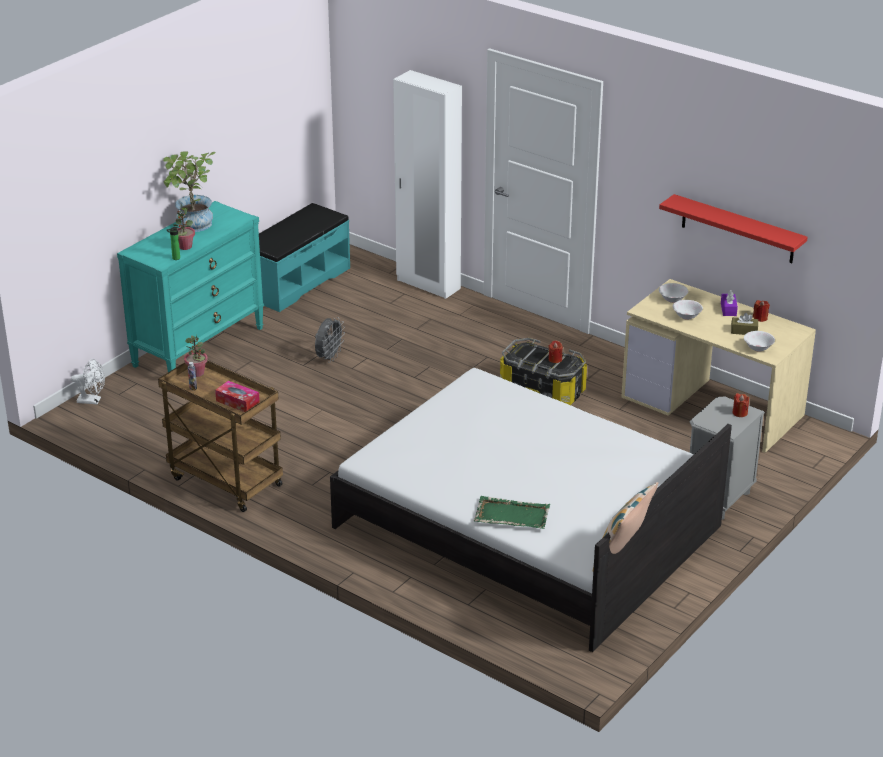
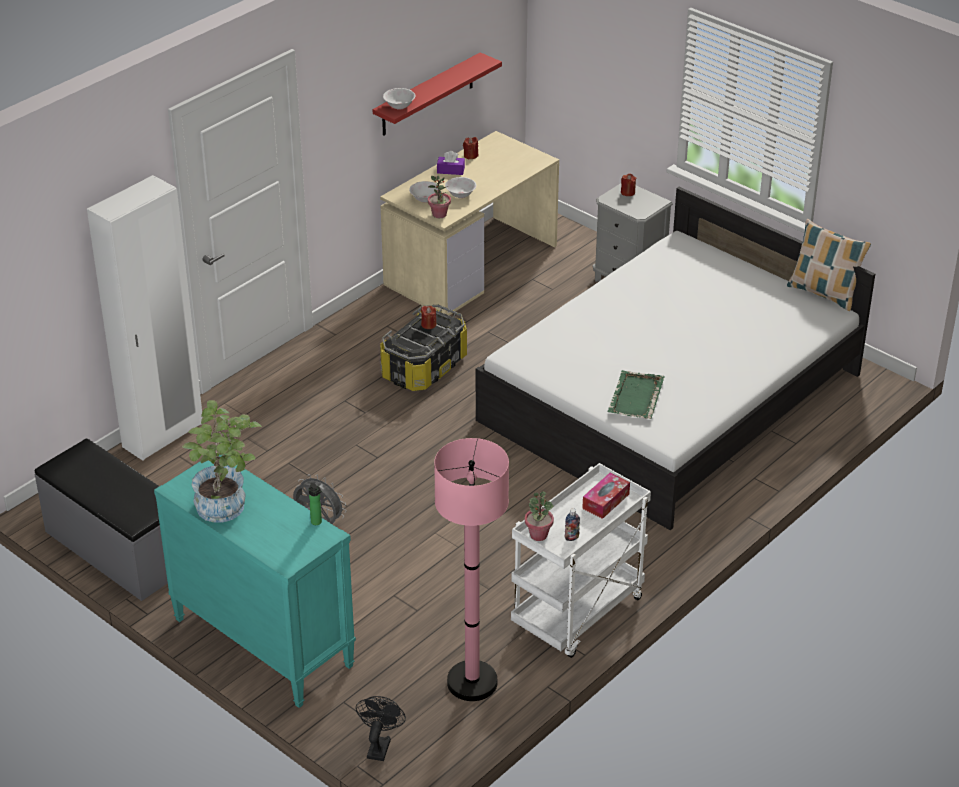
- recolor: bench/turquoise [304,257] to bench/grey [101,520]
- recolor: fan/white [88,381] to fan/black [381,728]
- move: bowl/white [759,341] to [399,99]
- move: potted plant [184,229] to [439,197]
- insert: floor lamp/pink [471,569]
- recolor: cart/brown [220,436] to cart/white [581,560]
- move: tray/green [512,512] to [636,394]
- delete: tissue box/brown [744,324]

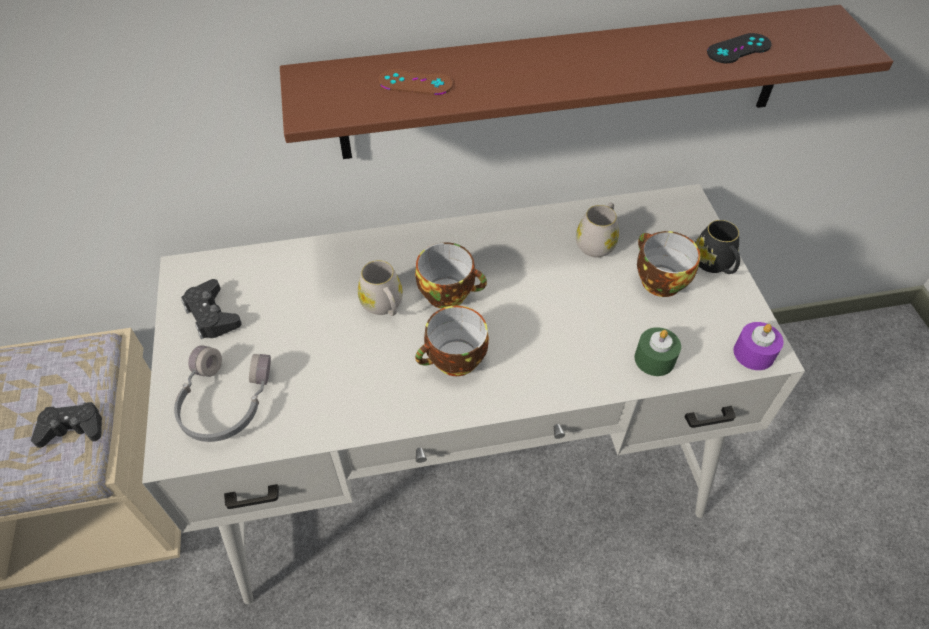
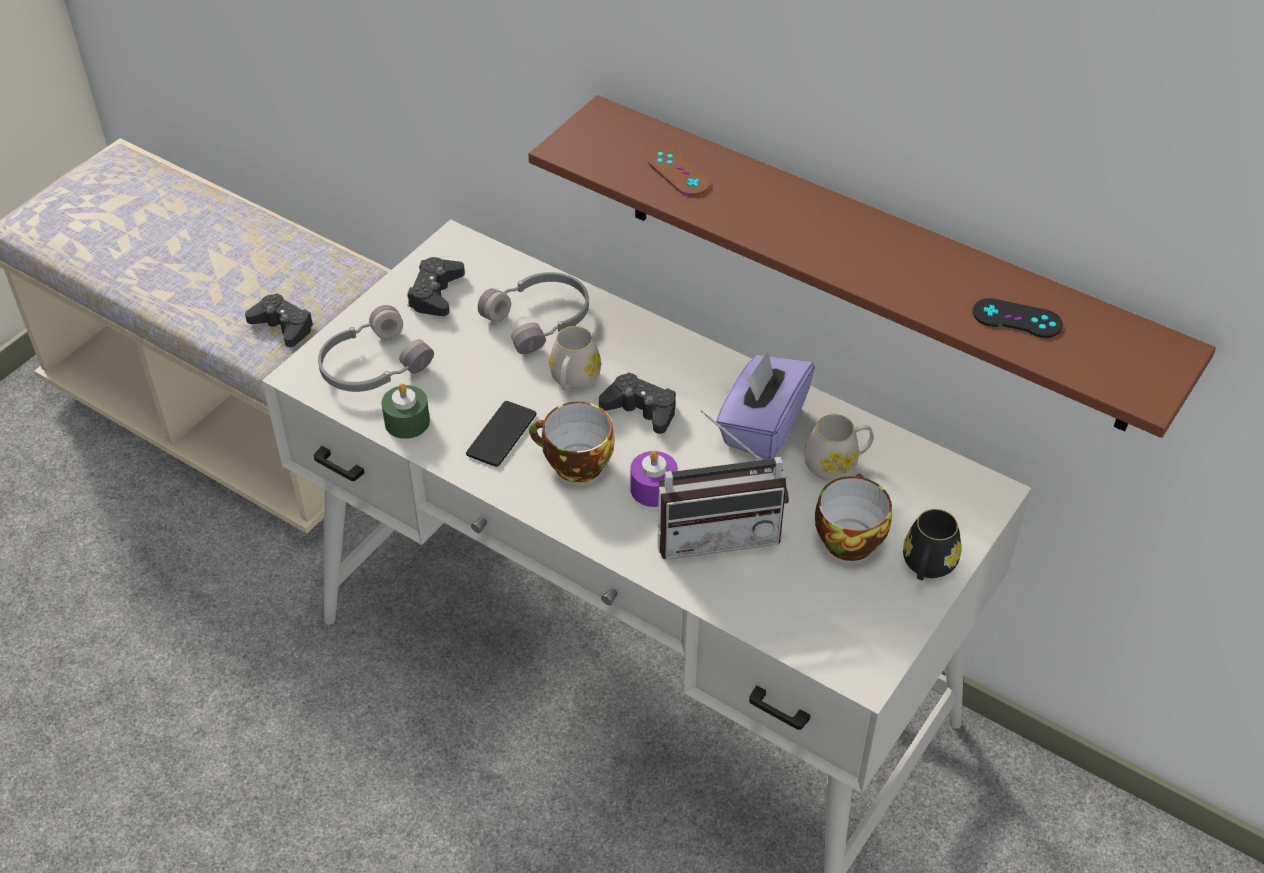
- move: candle/green [657,351] to [405,411]
- insert: phone [501,434]
- insert: headphones/grey [533,313]
- replace: cup [451,275] to game controller/black [637,403]
- move: candle/purple [758,346] to [654,478]
- insert: radio [723,485]
- insert: tissue box/purple [765,405]

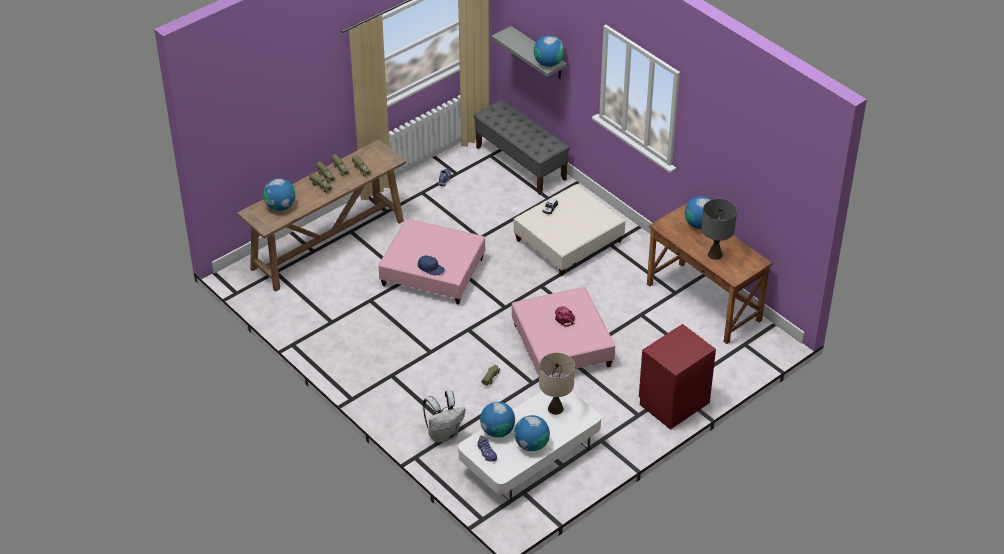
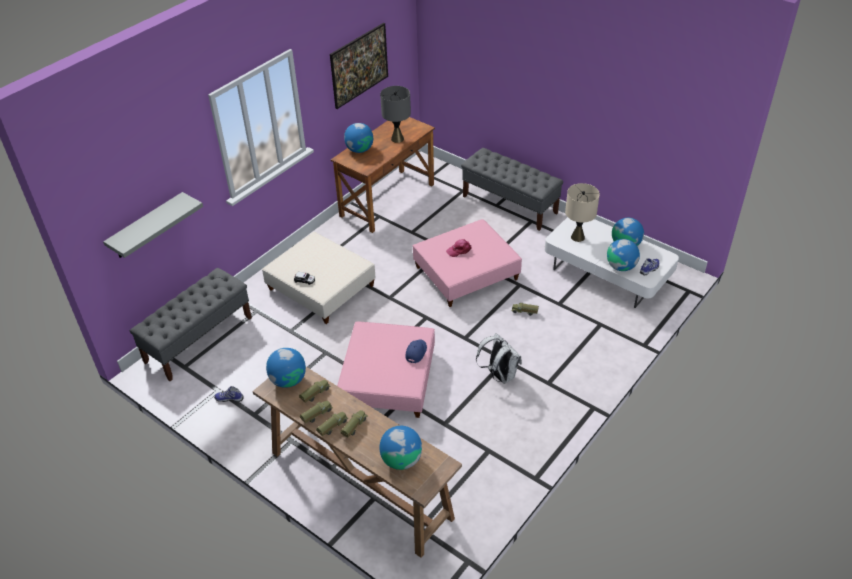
- move: globe [549,51] to [286,368]
- insert: picture [359,66]
- replace: nightstand/red [677,377] to bench/grey [512,189]
- move: backpack/white [444,416] to [499,358]

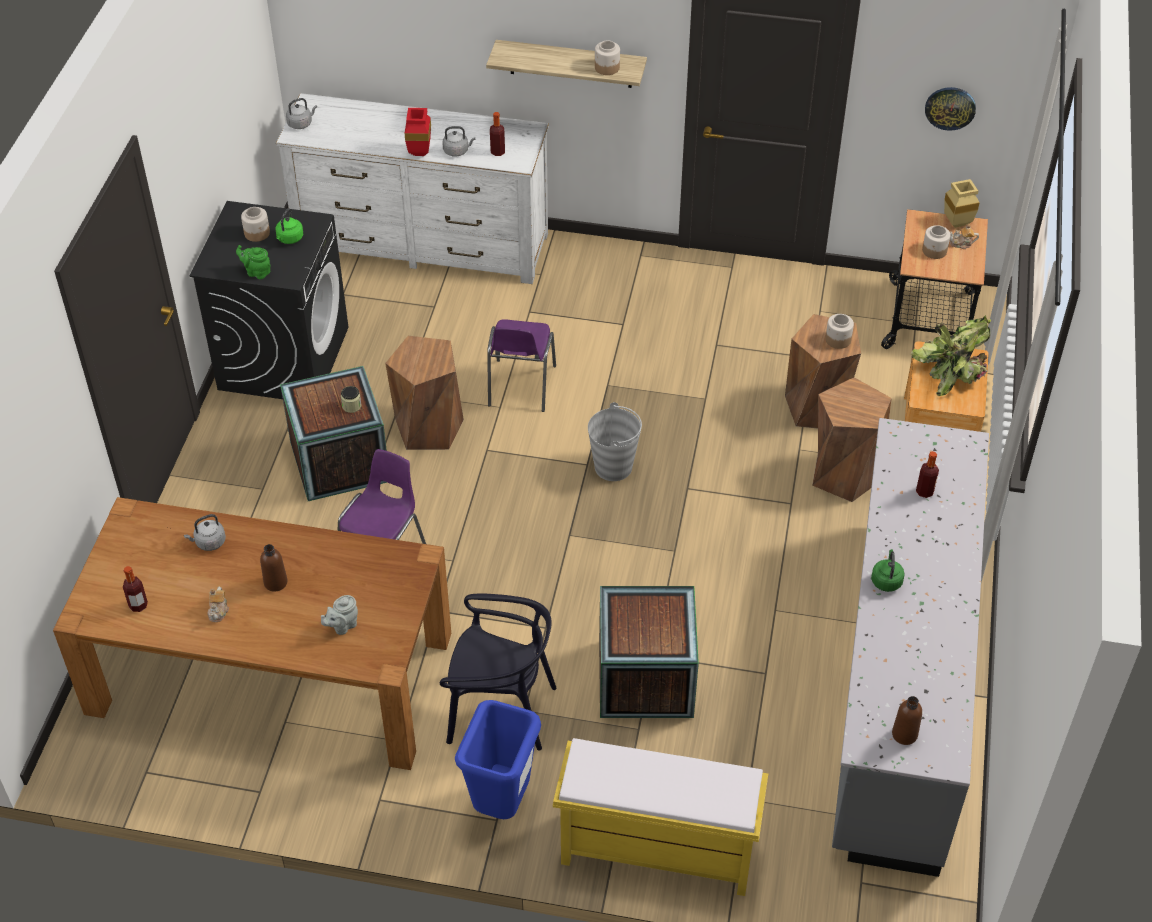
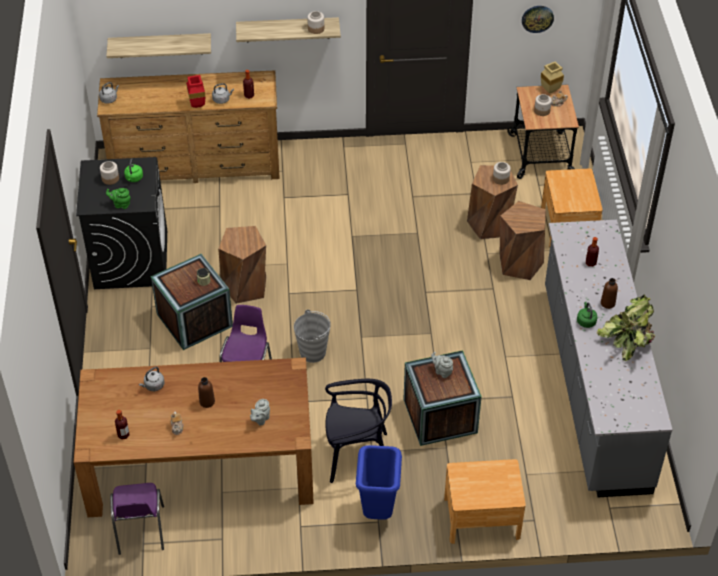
- recolor: dresser/white [412,188] to dresser/brown [188,126]
- insert: shelf [158,45]
- move: chair/purple [521,365] to [137,519]
- move: bucket/grey [615,441] to [312,336]
- insert: teapot/grey [442,365]
- replace: bench/yellow [660,817] to nightstand/brown [485,501]
- move: potted plant [951,355] to [626,327]
- move: bottle/brown [907,720] to [609,293]

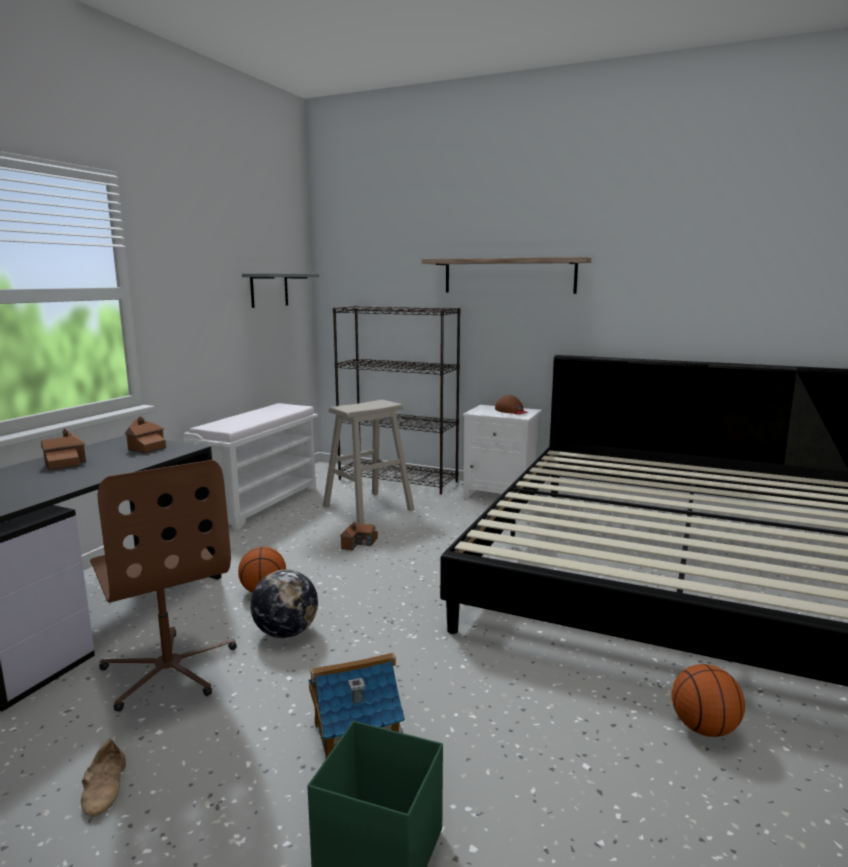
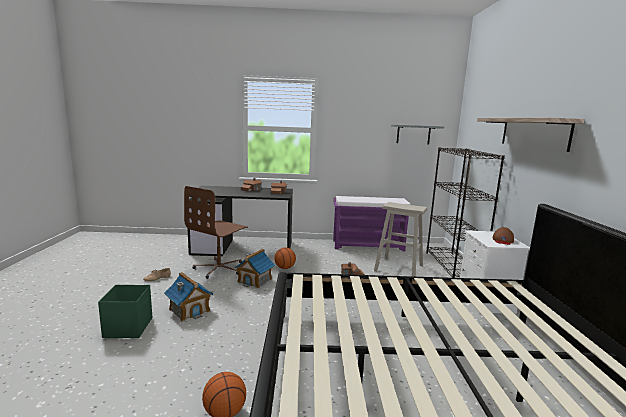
- replace: globe [284,604] to toy house [255,268]
- recolor: bench/white [251,467] to bench/purple [372,223]

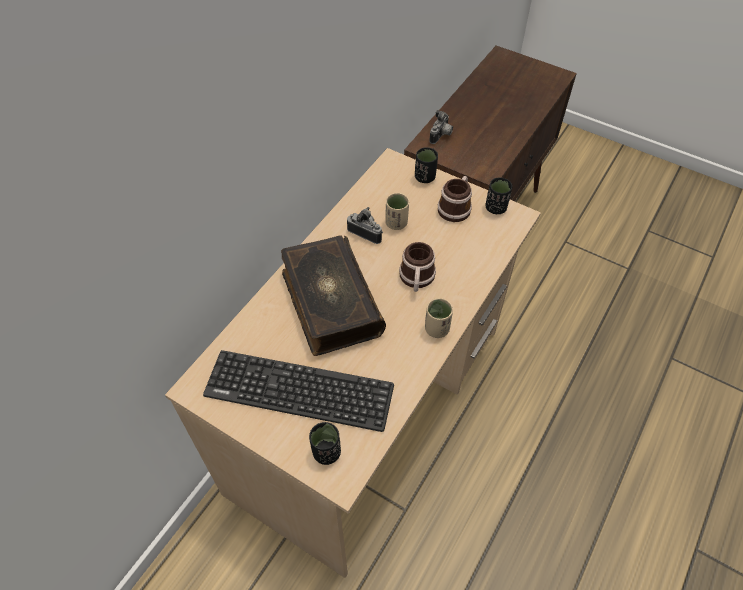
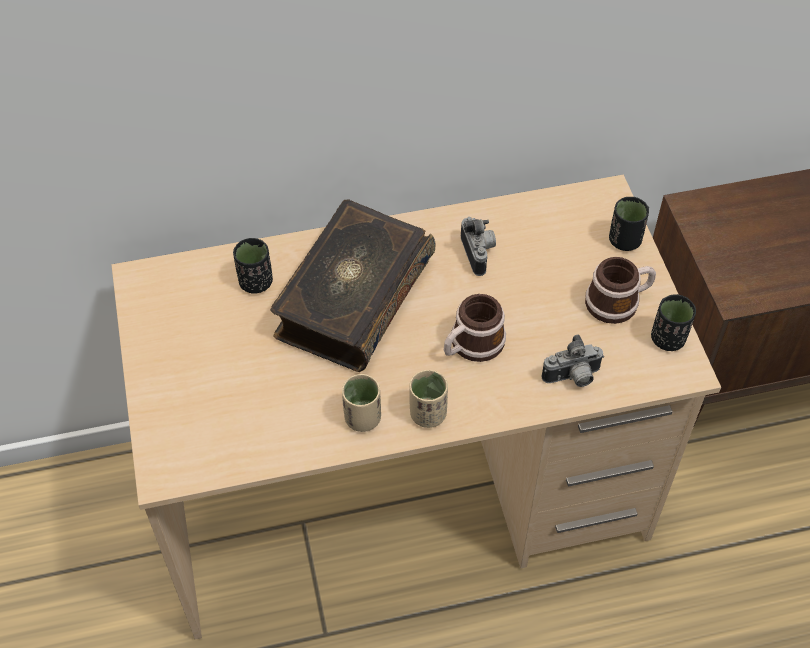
- move: cup/black [325,443] to [253,266]
- move: cup/beige [397,211] to [361,403]
- move: photo camera [441,127] to [572,360]
- delete: keyboard [298,391]

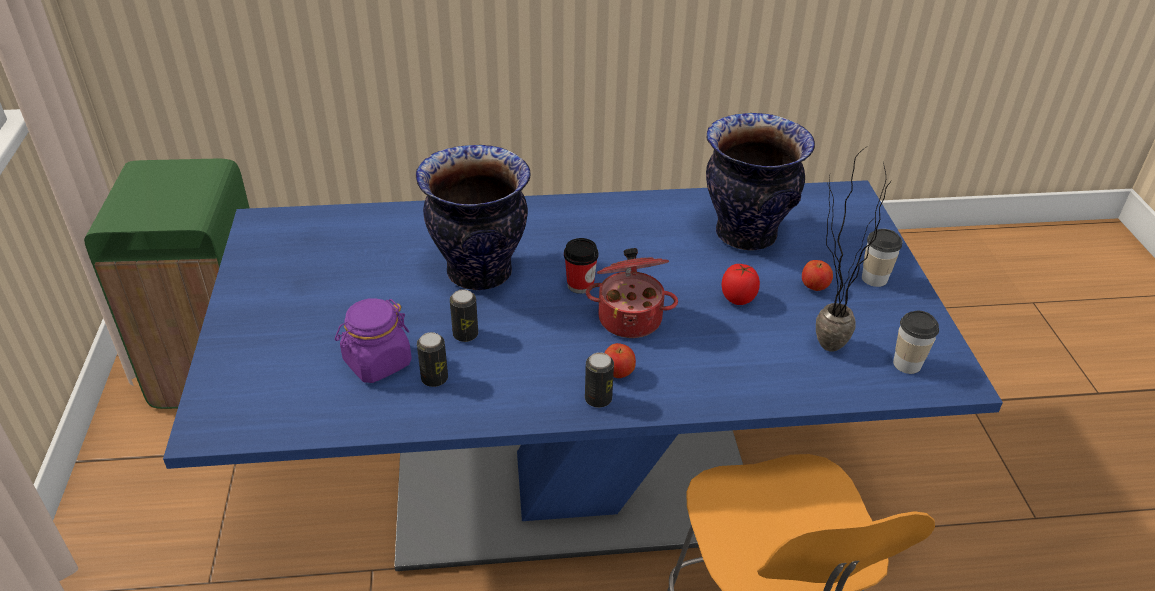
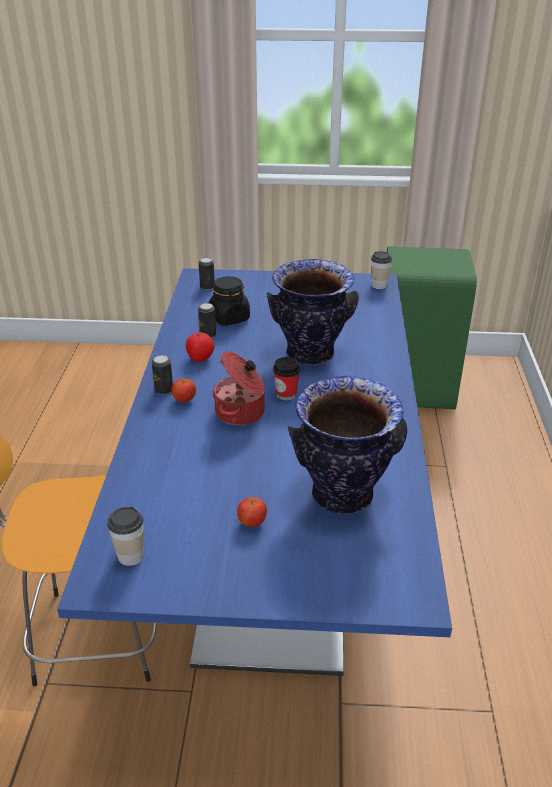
- move: tomato [741,284] to [200,347]
- move: can [464,315] to [206,273]
- recolor: jar/purple [373,340] to jar/black [229,301]
- move: cup [882,258] to [381,270]
- delete: potted plant [853,249]

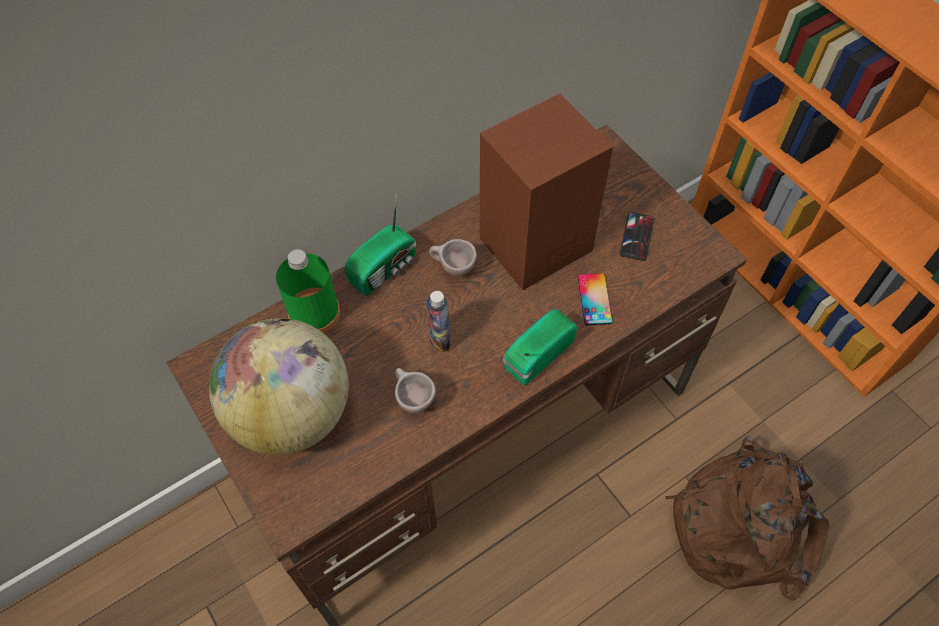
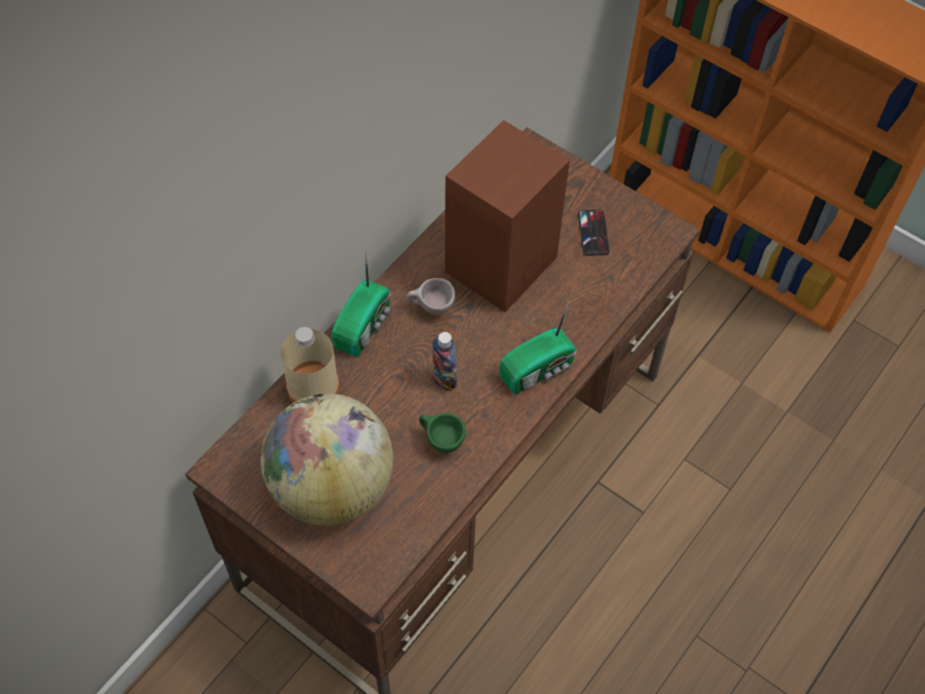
- recolor: bottle/green [308,291] to bottle/beige [310,365]
- recolor: cup/beige [415,390] to cup/green [442,433]
- rotate: radio [540,347] = [538,347] 150 degrees counterclockwise
- delete: phone [595,299]
- delete: backpack/brown [747,518]

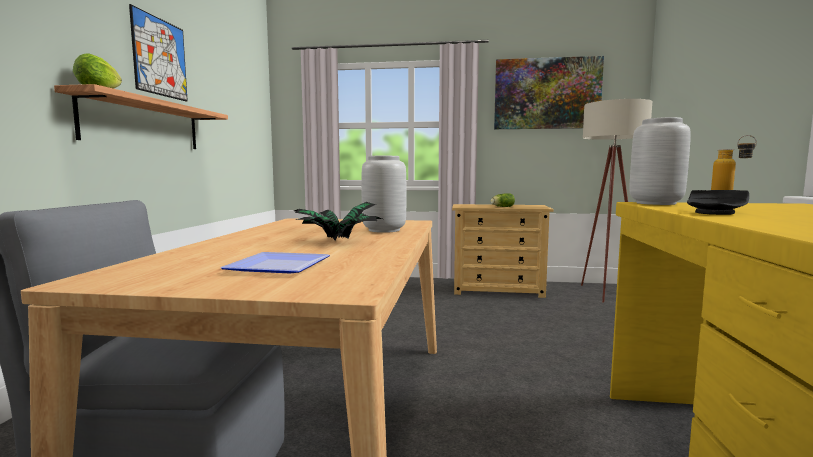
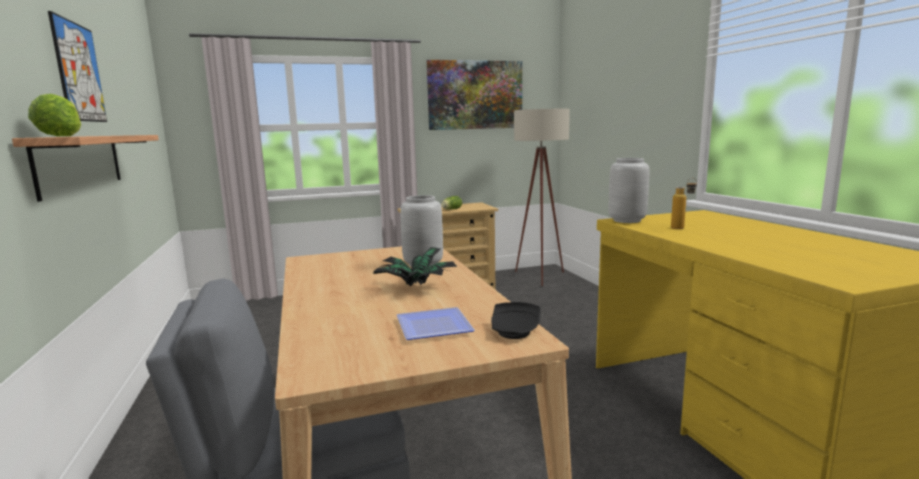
- move: plate/black [718,202] to [516,320]

